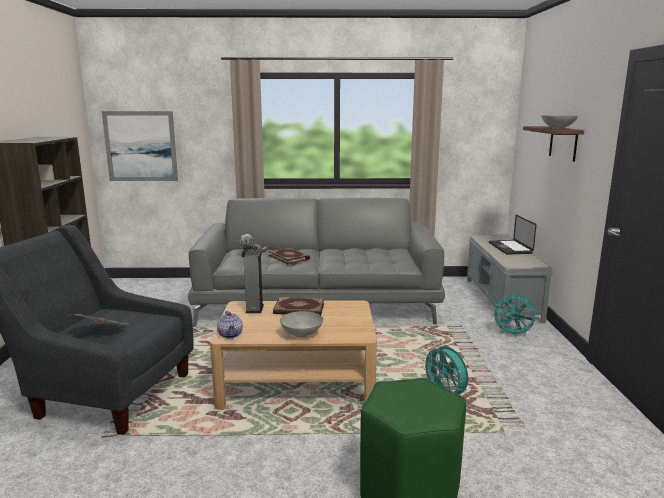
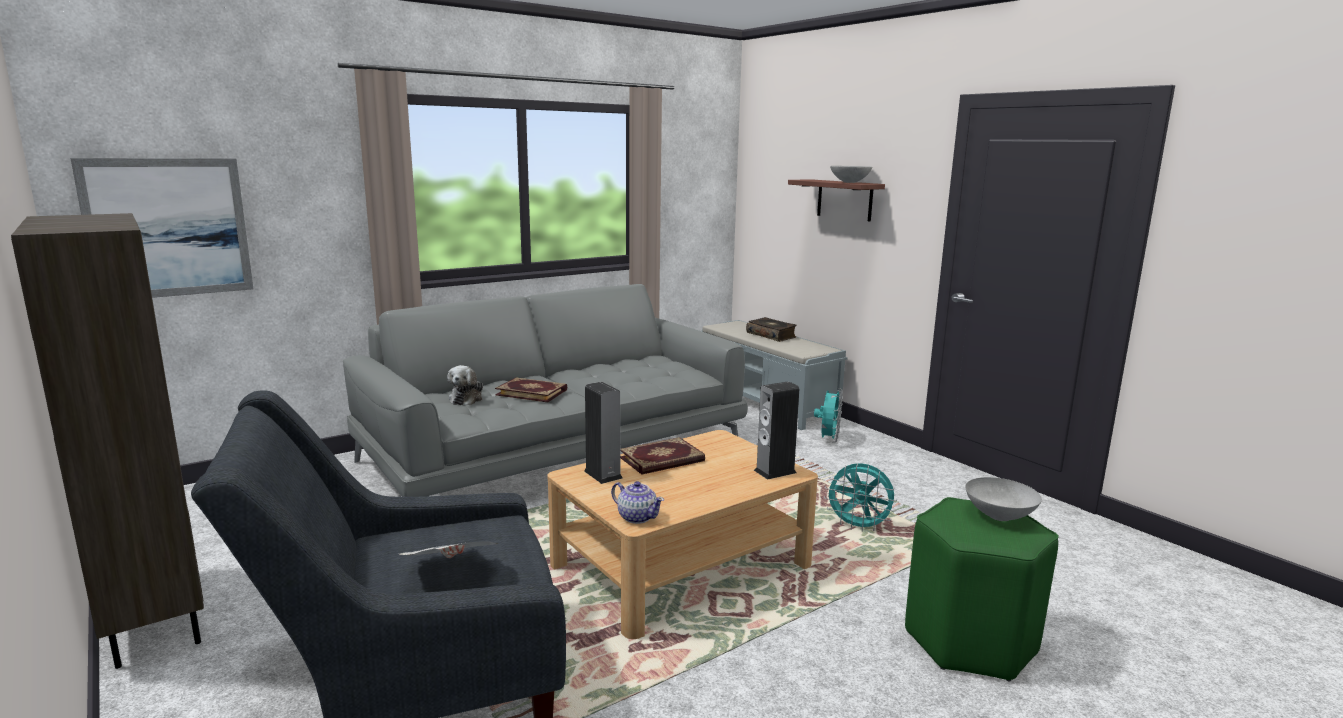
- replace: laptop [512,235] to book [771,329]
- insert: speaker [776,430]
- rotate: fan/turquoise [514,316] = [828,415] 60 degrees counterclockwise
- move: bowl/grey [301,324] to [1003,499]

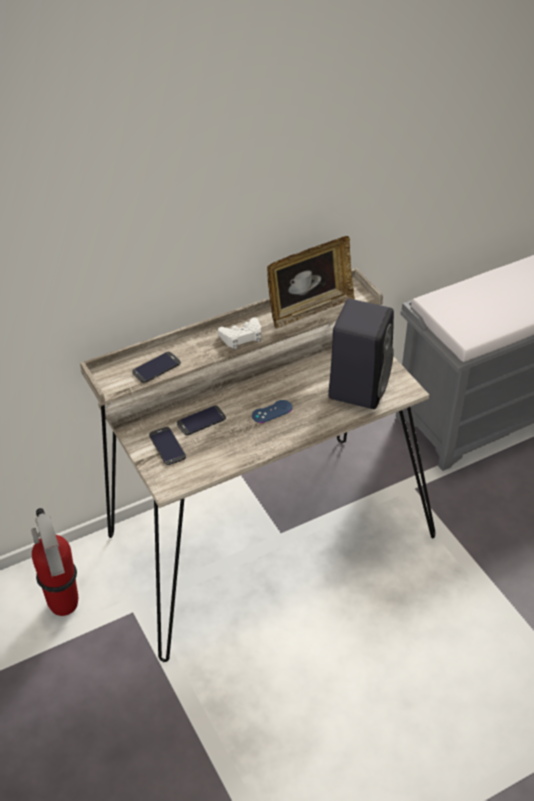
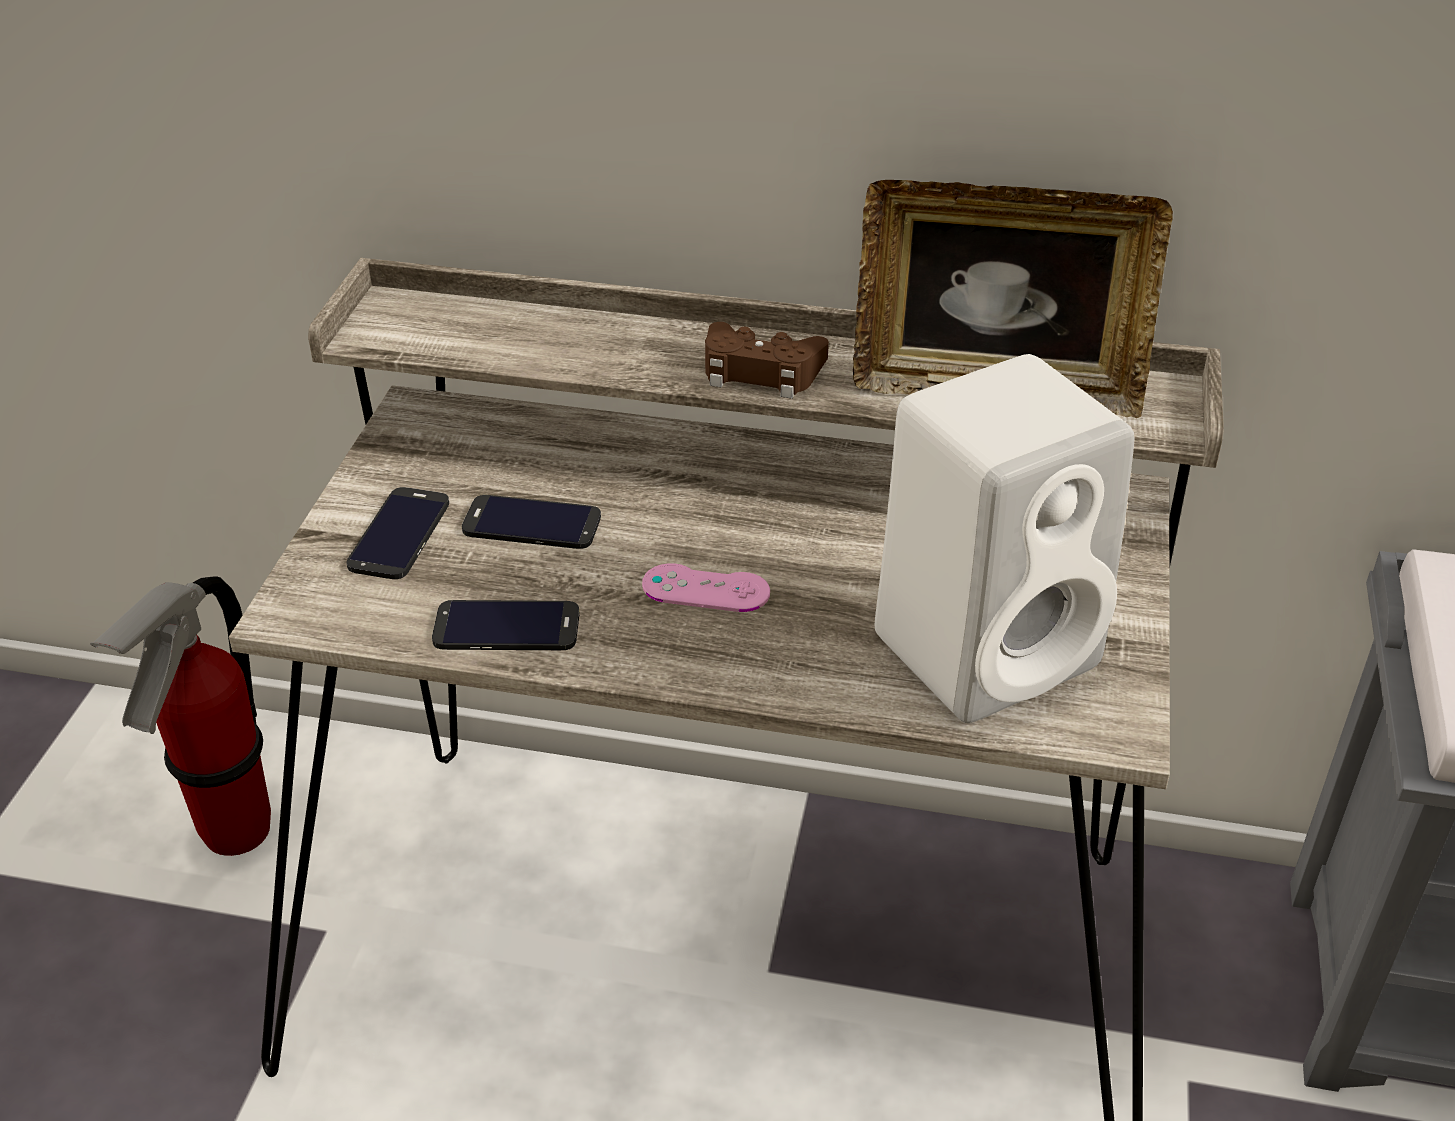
- move: phone [156,367] to [506,625]
- recolor: game controller/blue [272,411] to game controller/pink [706,587]
- recolor: game controller/white [239,333] to game controller/brown [767,360]
- recolor: speaker/black [361,354] to speaker/white [1005,538]

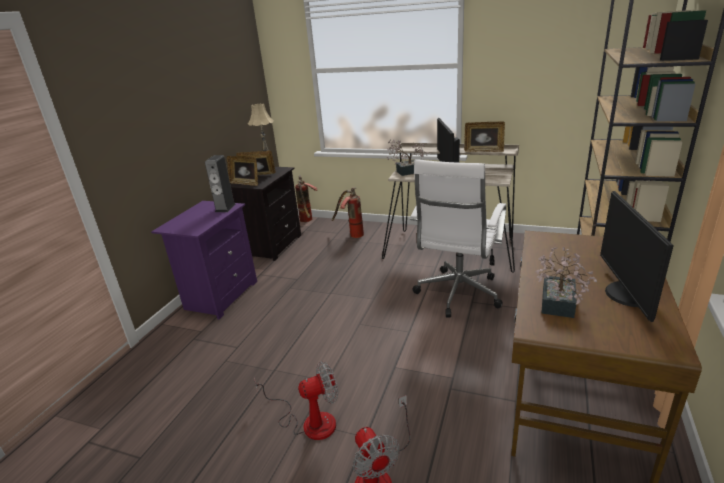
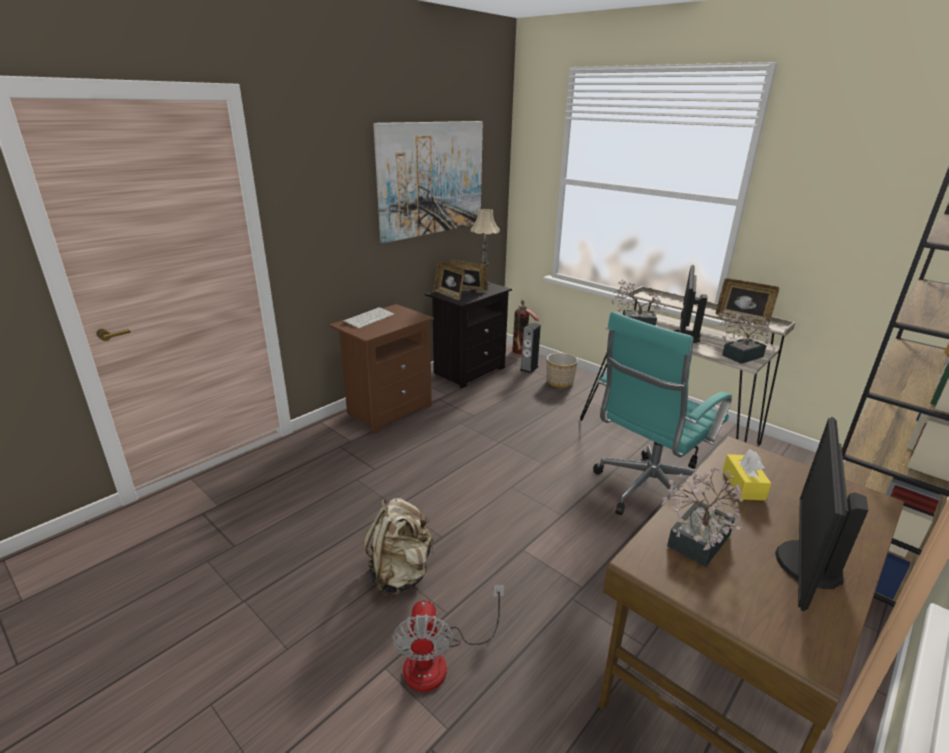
- recolor: nightstand/purple [204,260] to nightstand/brown [381,369]
- insert: keyboard [368,317]
- replace: fan [296,400] to backpack/beige [398,547]
- insert: picture [428,182]
- move: speaker [220,183] to [530,348]
- replace: fire extinguisher [348,213] to planter [562,370]
- recolor: office chair/white [458,238] to office chair/turquoise [662,413]
- insert: potted plant [745,337]
- insert: tissue box/yellow [747,474]

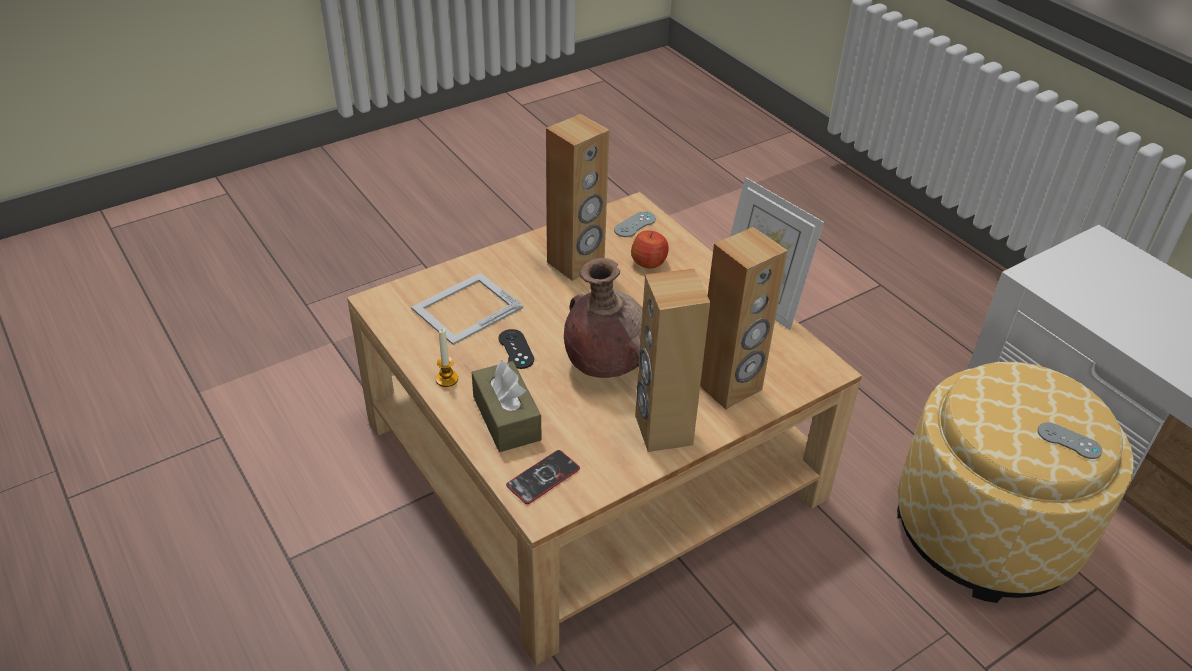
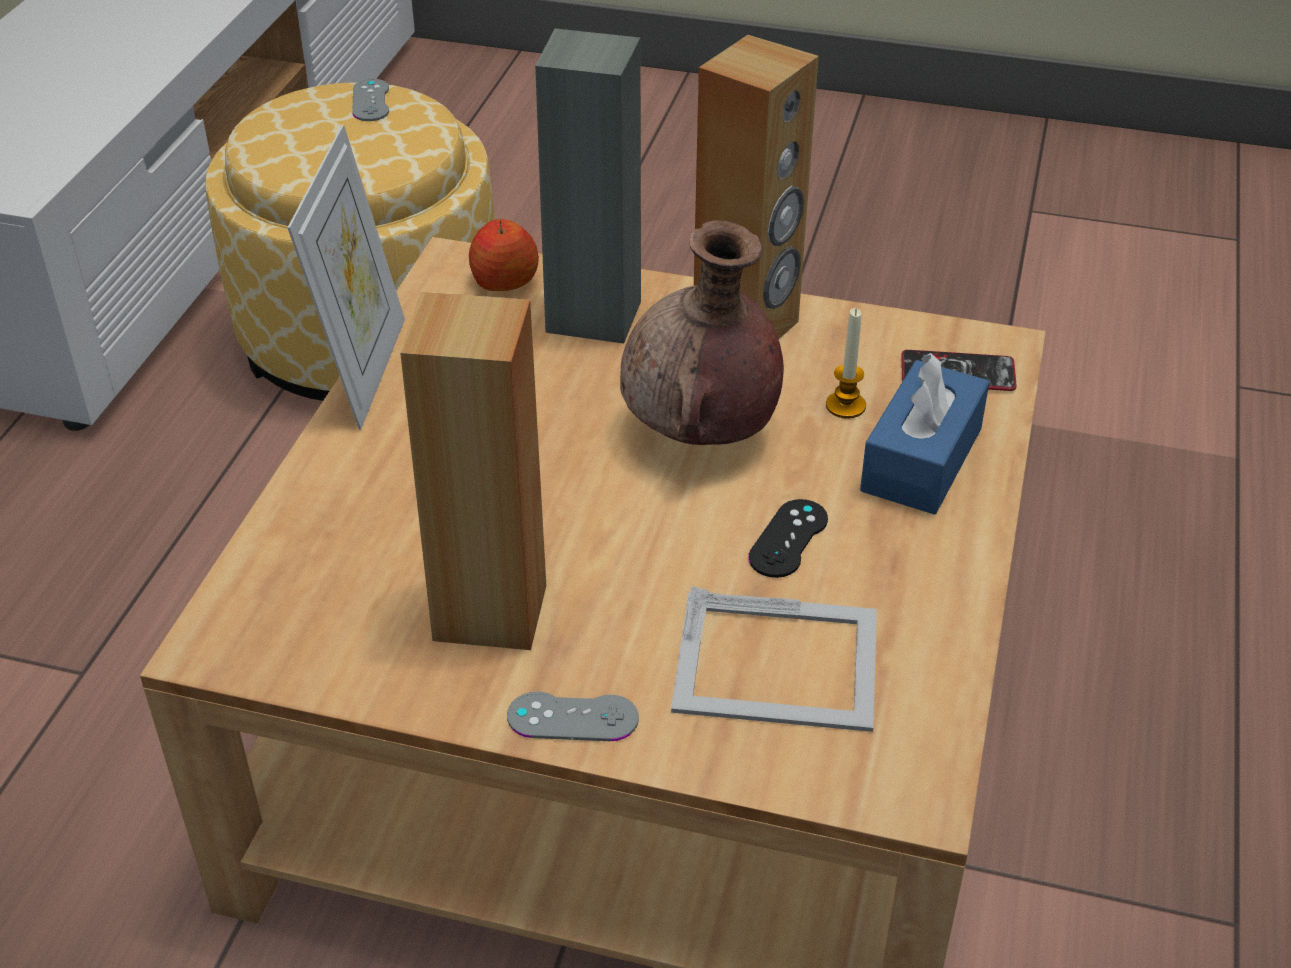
- move: apple [650,249] to [504,255]
- move: game controller/grey [635,224] to [573,716]
- recolor: speaker/brown [744,318] to speaker/grey [588,186]
- move: candle [446,357] to [846,363]
- recolor: tissue box/brown [507,405] to tissue box/blue [924,434]

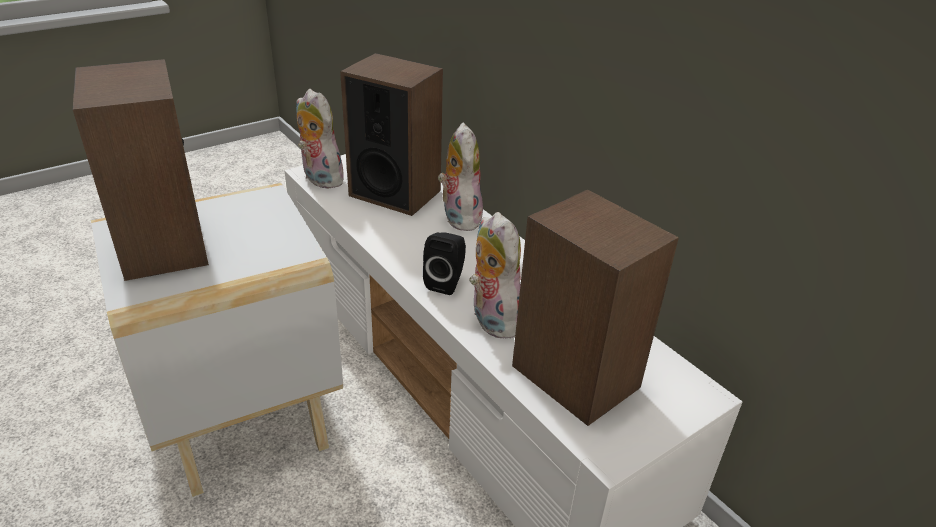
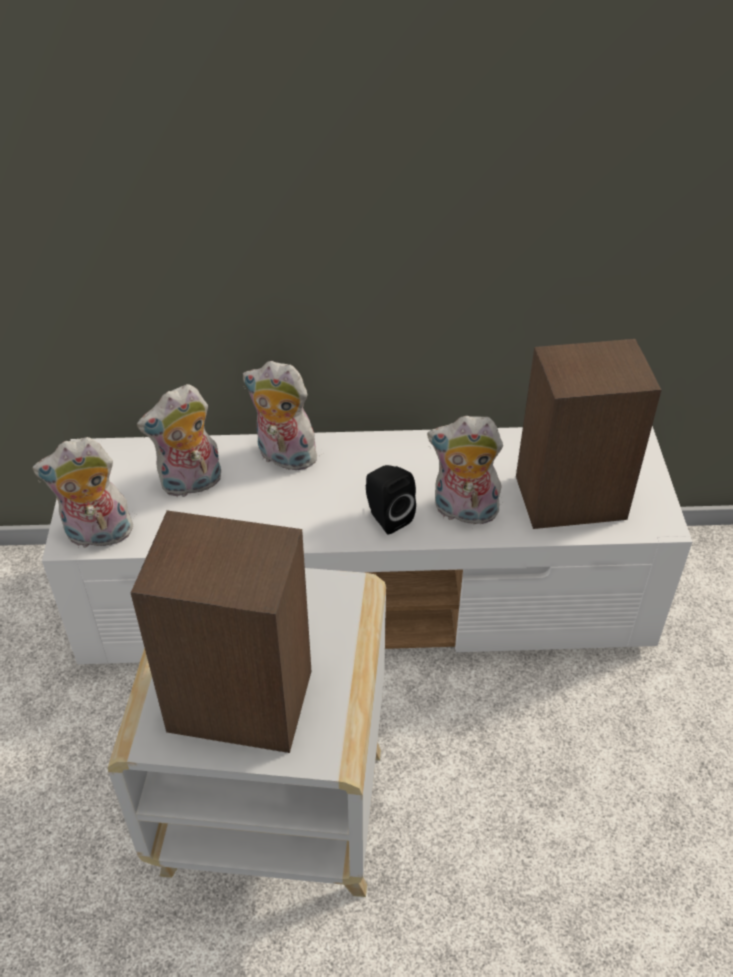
- replace: speaker [391,134] to plush toy [179,440]

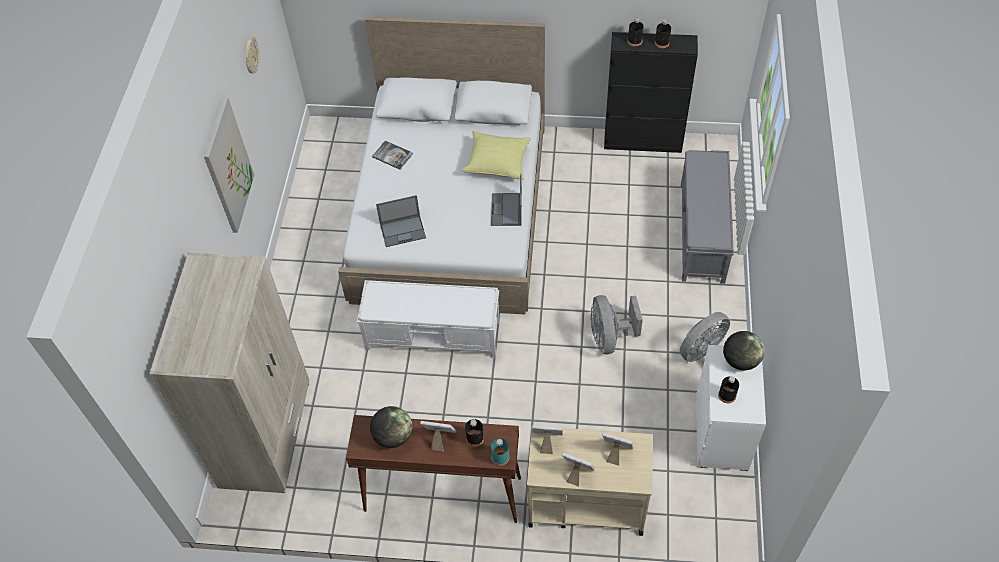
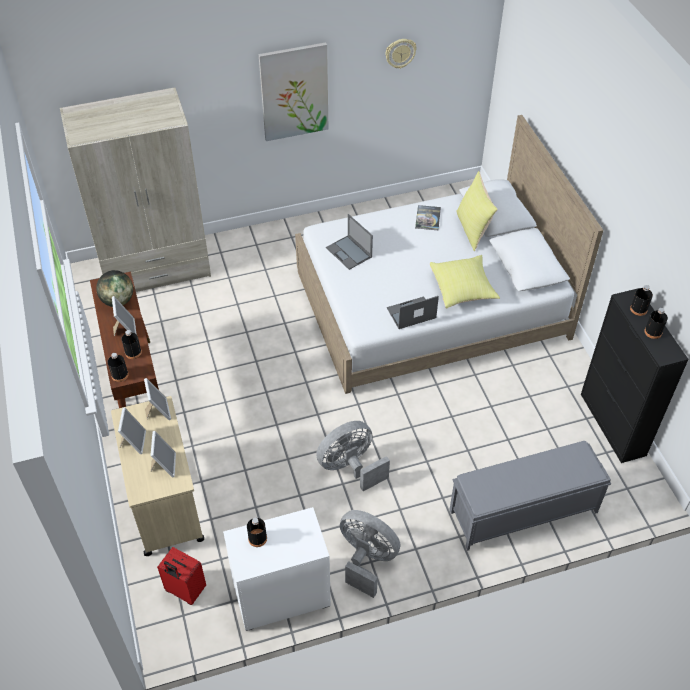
- recolor: bottle/turquoise [500,452] to bottle/black [118,367]
- insert: suitcase/red [181,576]
- insert: pillow/yellow [477,211]
- delete: bench/white [428,319]
- delete: globe [744,350]

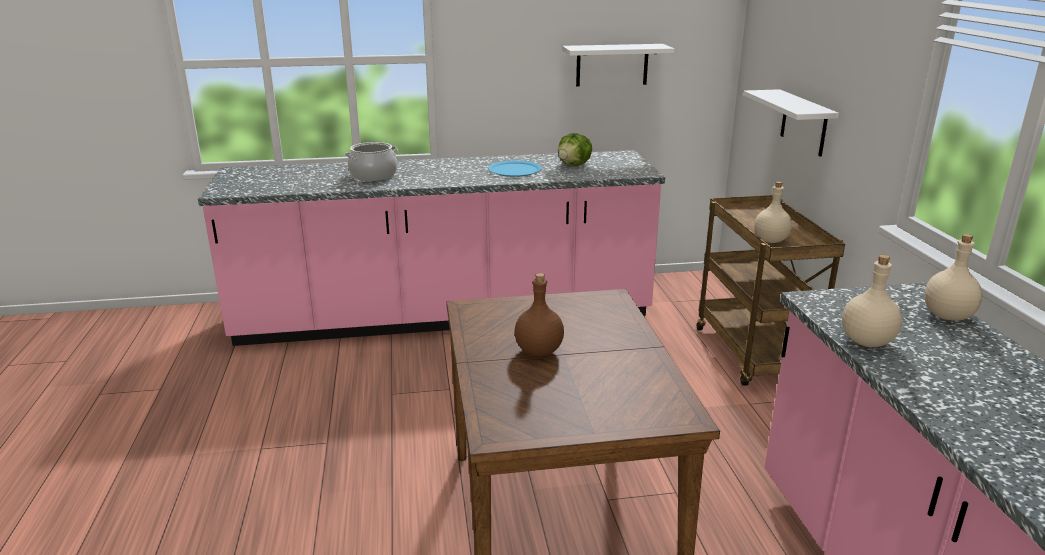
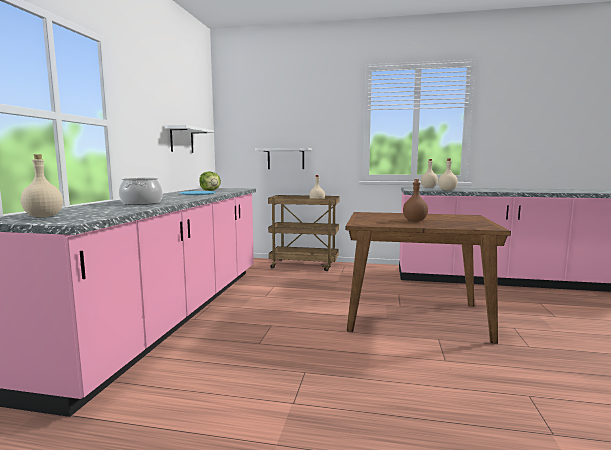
- insert: bottle/beige [42,186]

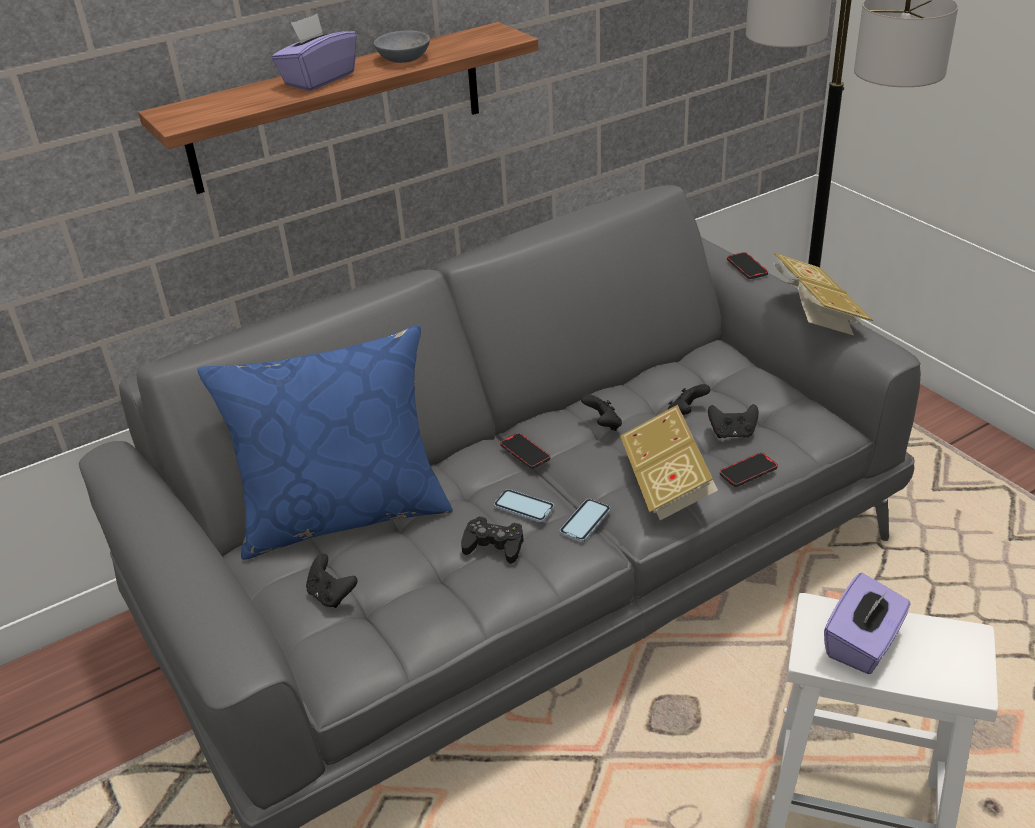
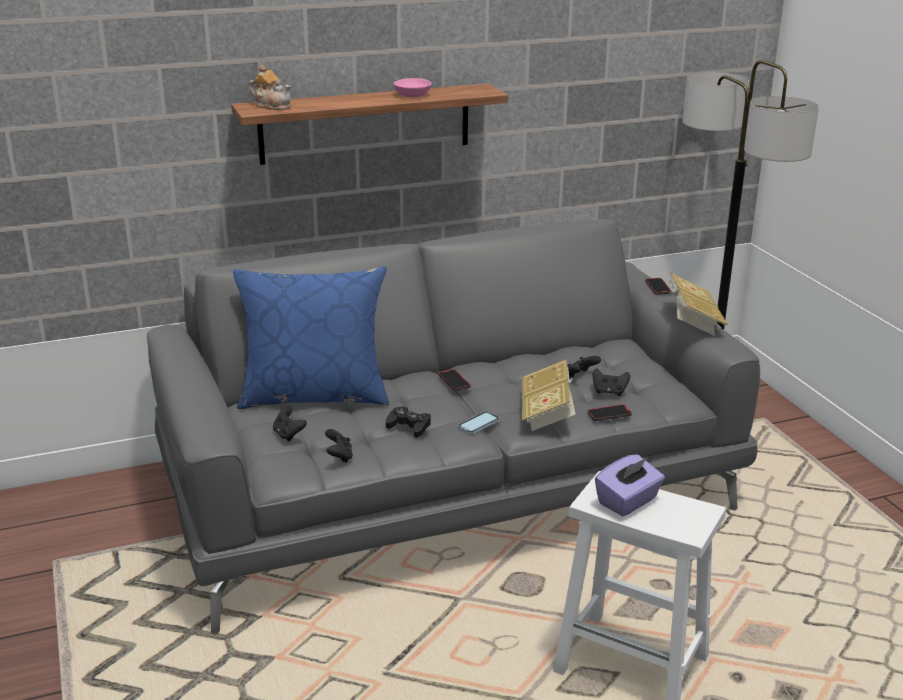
- insert: teapot [270,87]
- move: game controller/black [601,412] to [339,446]
- recolor: bowl/grey [402,46] to bowl/pink [413,87]
- delete: tissue box/purple [314,52]
- delete: phone [524,506]

